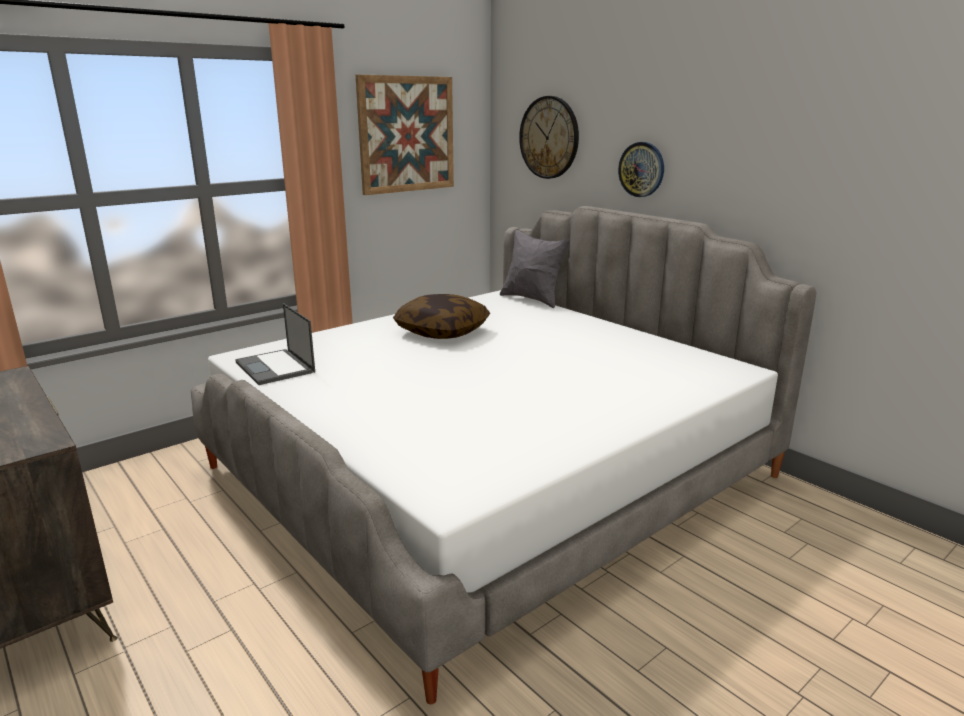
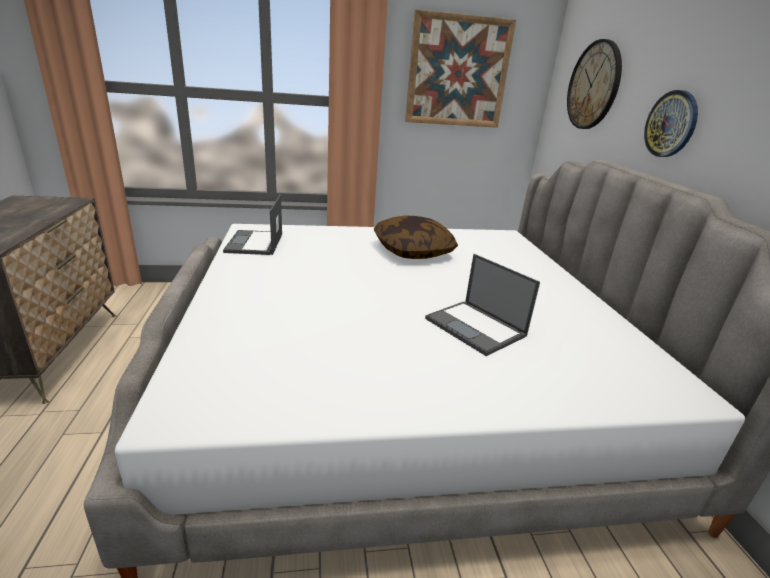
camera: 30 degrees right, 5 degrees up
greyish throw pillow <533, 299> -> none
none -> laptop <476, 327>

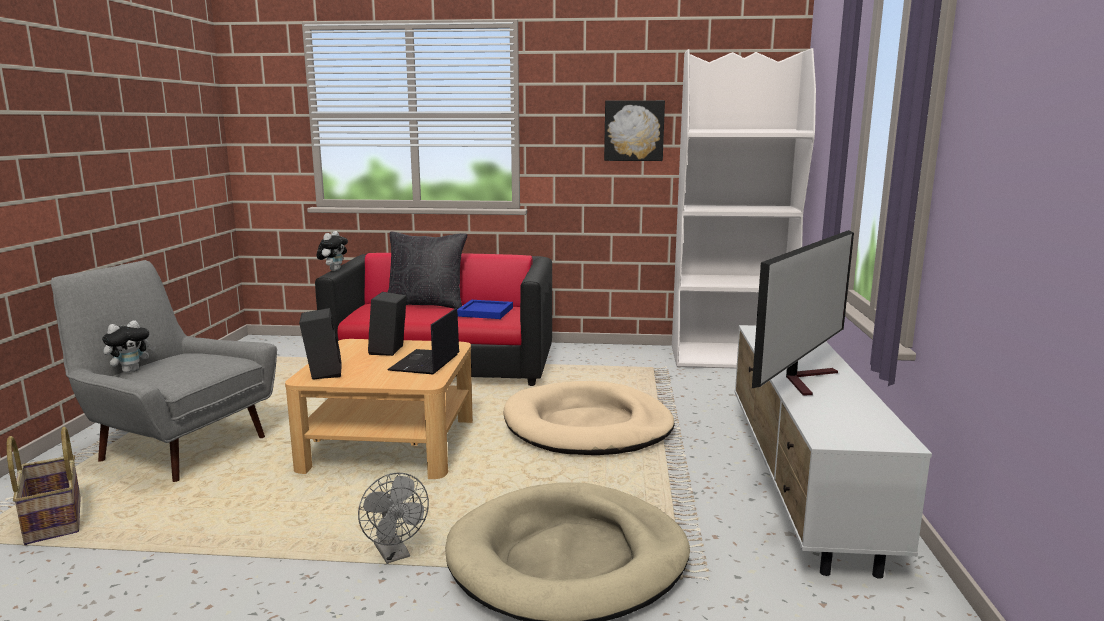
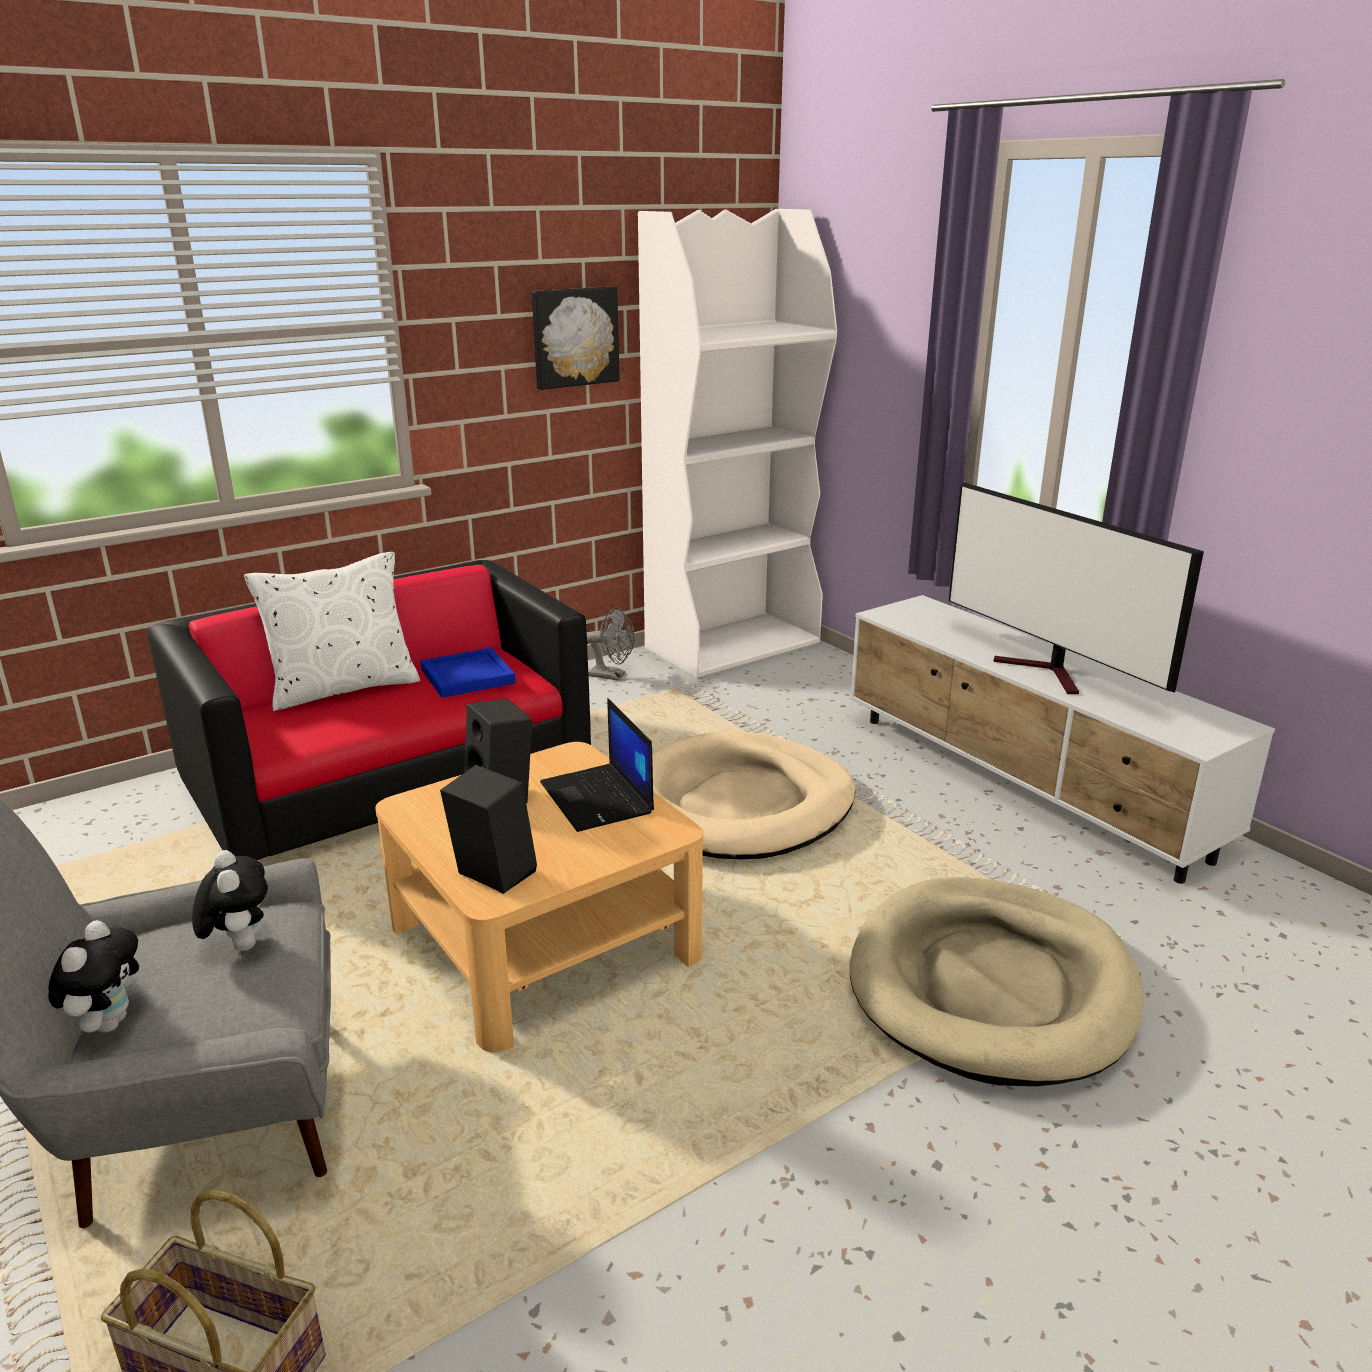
camera: 40 degrees left, 10 degrees up
cuddly toy <334, 270> -> cuddly toy <239, 945>, moved
greyish fan <395, 555> -> greyish fan <612, 676>, moved
black-coloured throw pillow <426, 304> -> white throw pillow <343, 688>
TV set <804, 379> -> TV set <1048, 673>, 150 degrees clockwise

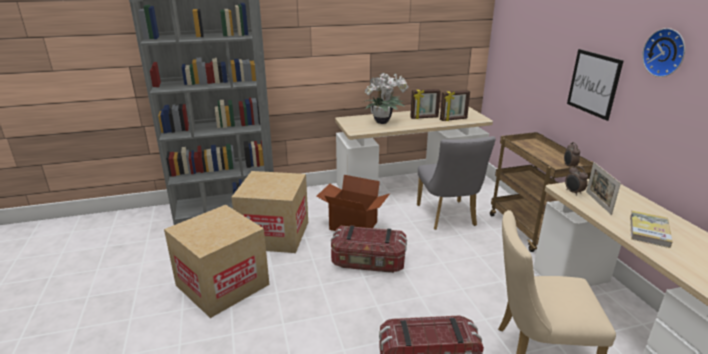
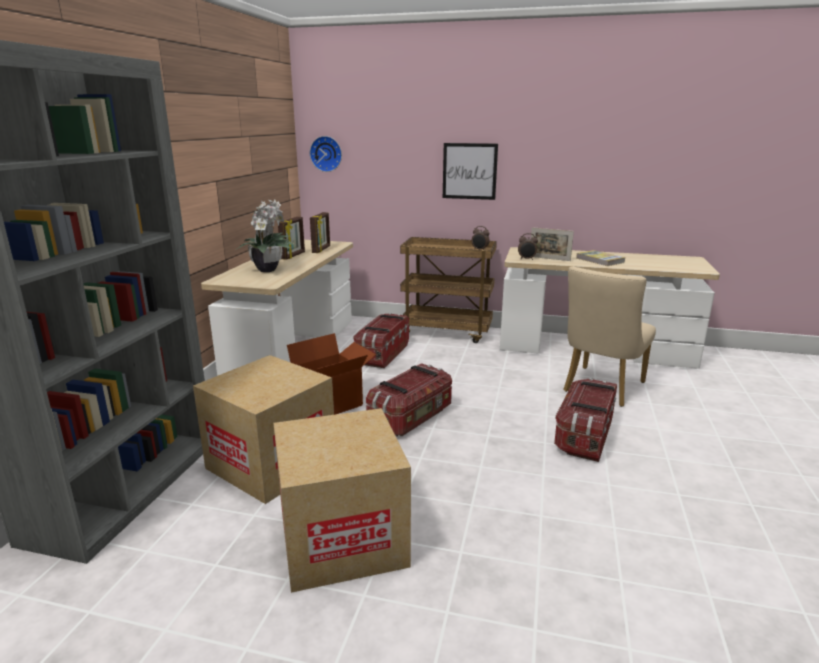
camera: 60 degrees left, 5 degrees down
greyish plain chair <448, 217> -> storage bin <382, 354>
clock on the wall <666, 52> -> clock on the wall <326, 153>, moved

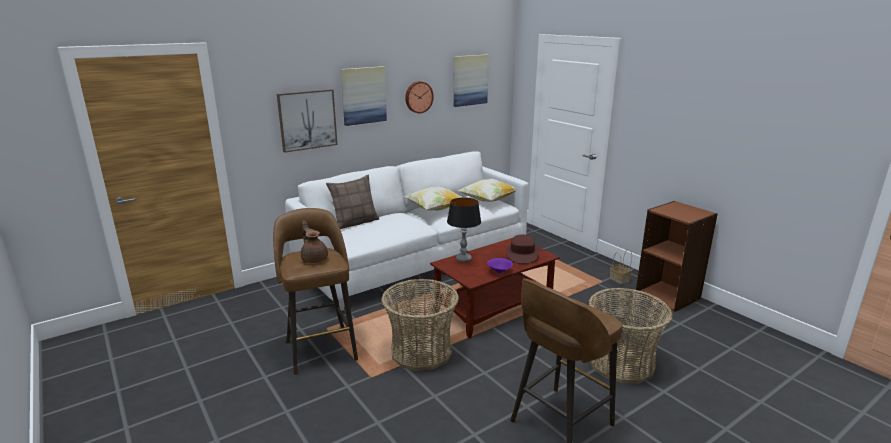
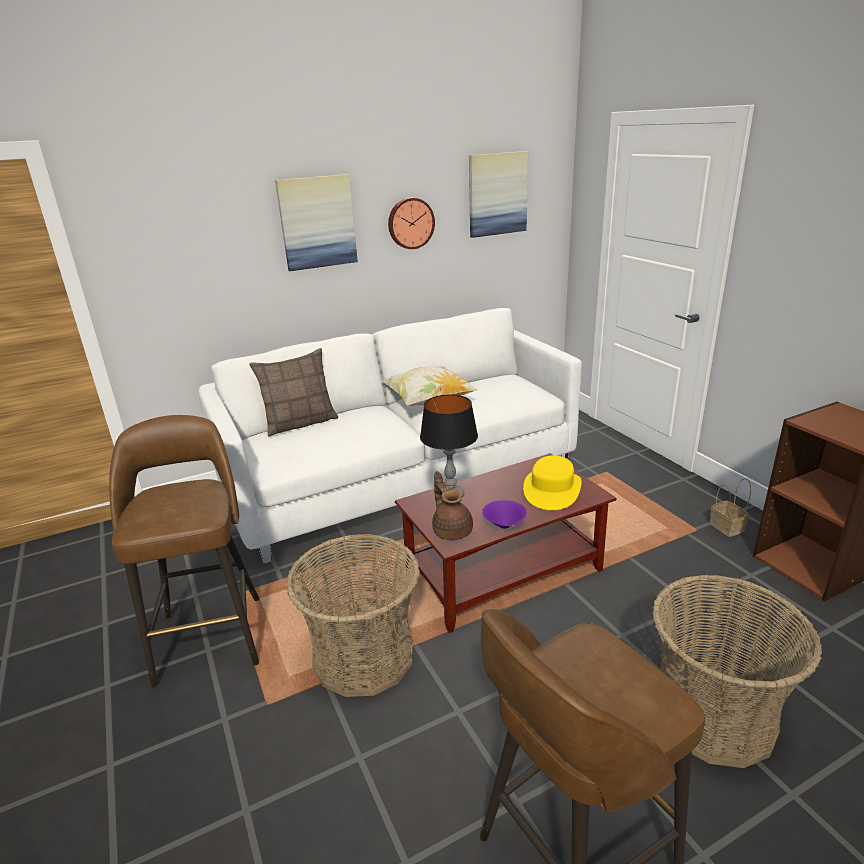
camera: 10 degrees right, 5 degrees up
picture <307, 120> -> none
brown pot for tea <314, 259> -> brown pot for tea <452, 530>, moved
throw pillow <487, 201> -> none
brown hat <522, 254> -> yellow hat <552, 490>

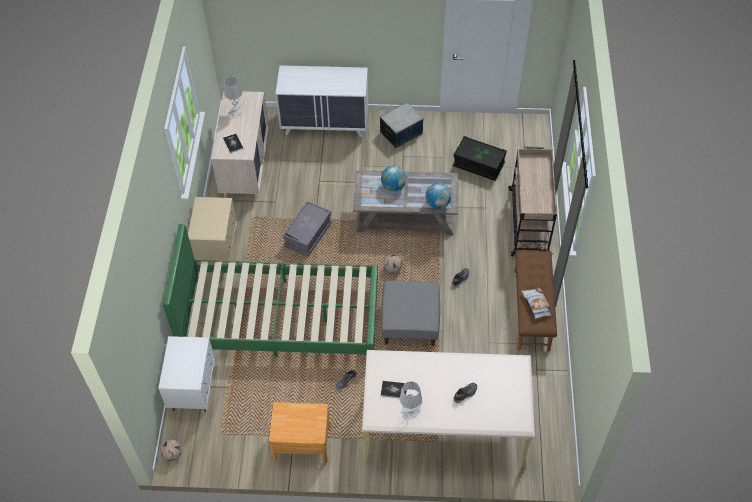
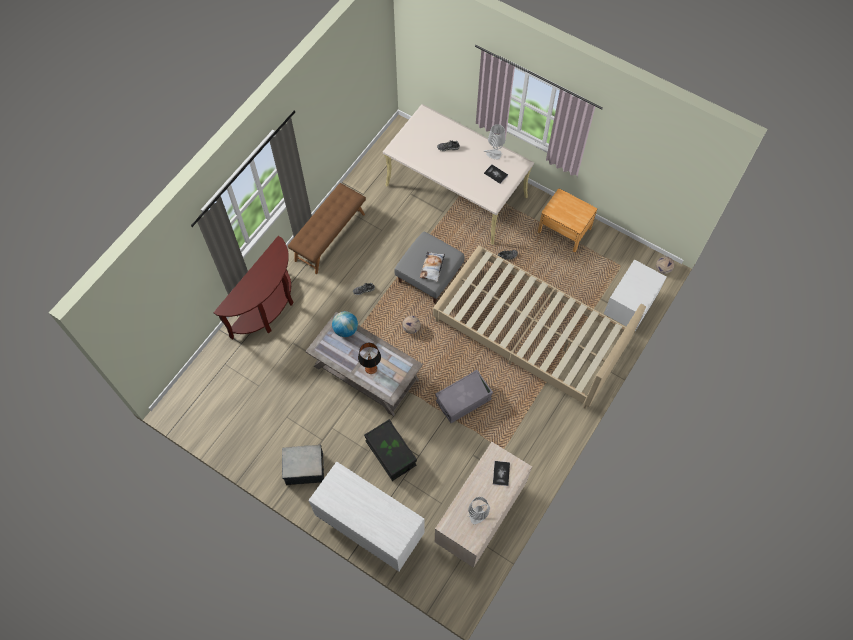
camera: 150 degrees left, 10 degrees up
greenish sleeping bed <280, 318> -> beige-coloured sleeping bed <530, 333>
beige-coloured night table <217, 249> -> none
world globe <393, 186> -> table lamp <371, 368>
black-coloured storage bin <478, 165> -> black-coloured storage bin <391, 453>, moved
beige-coloured wheeled cart <528, 221> -> brown narrow table <268, 310>
throw pillow <536, 304> -> throw pillow <432, 267>, moved

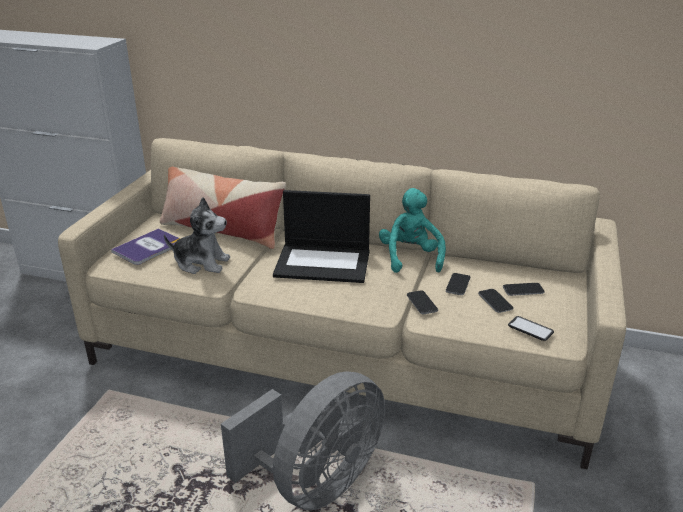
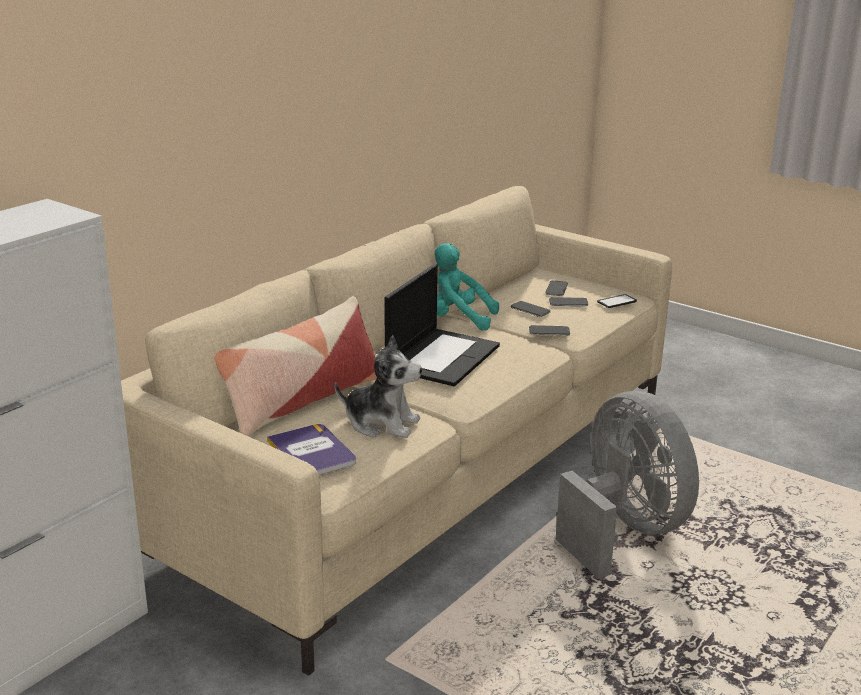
camera: 70 degrees left, 5 degrees down
cuddly toy <201, 263> -> cuddly toy <382, 423>, 75 degrees clockwise

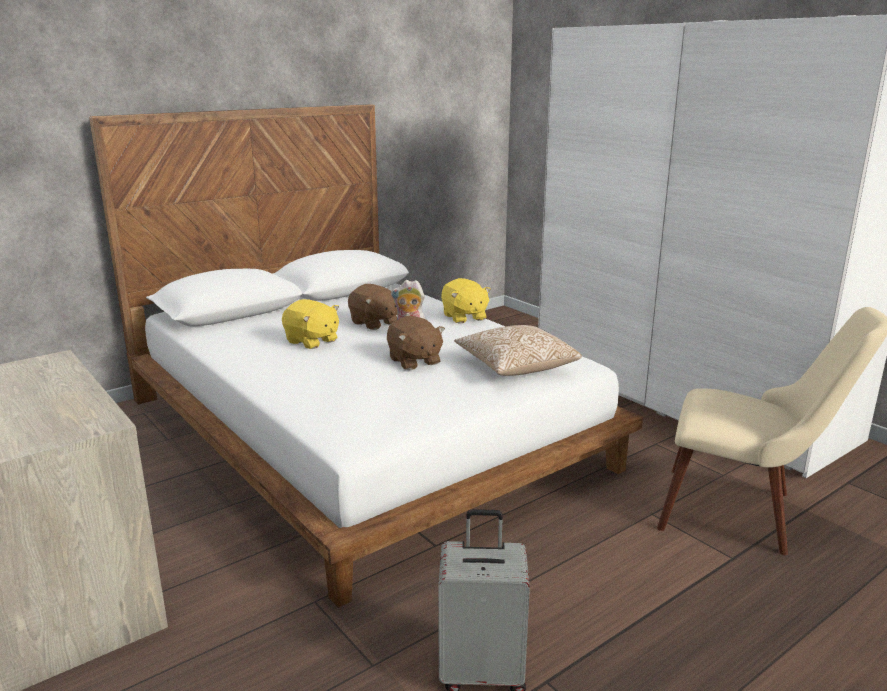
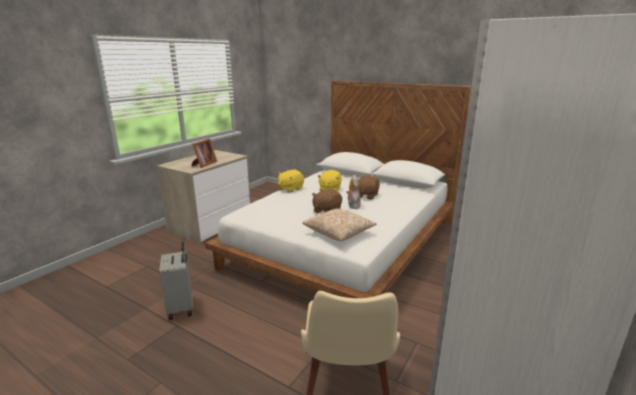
camera: 70 degrees right, 0 degrees up
yellow cuddly toy <464, 317> -> yellow cuddly toy <290, 188>, moved
none -> photo frame <204, 164>

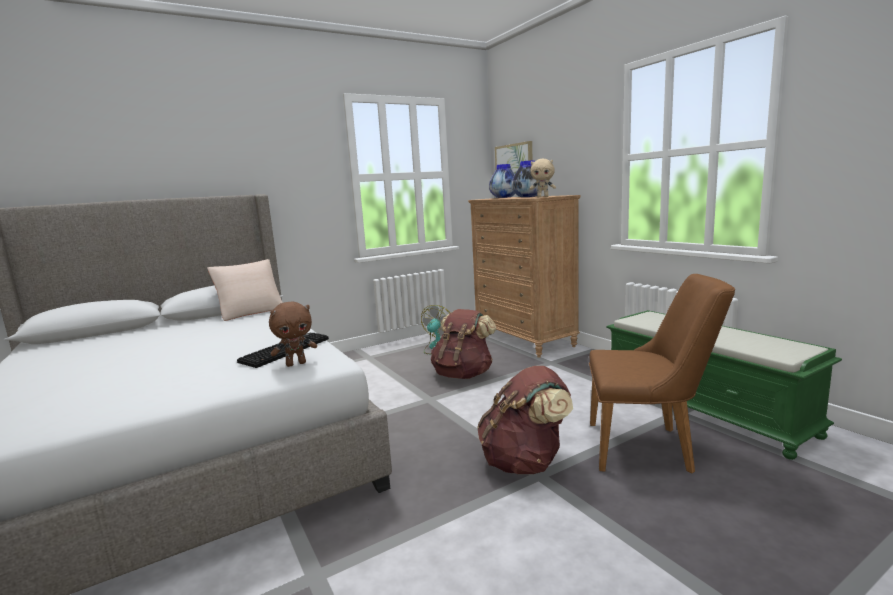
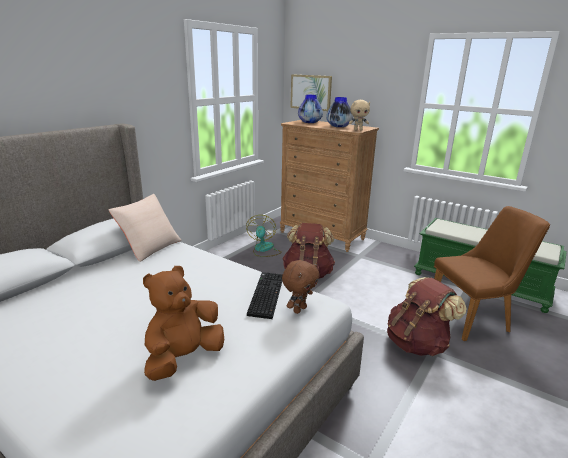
camera: 25 degrees left, 10 degrees up
none -> brown cuddly toy <184, 358>

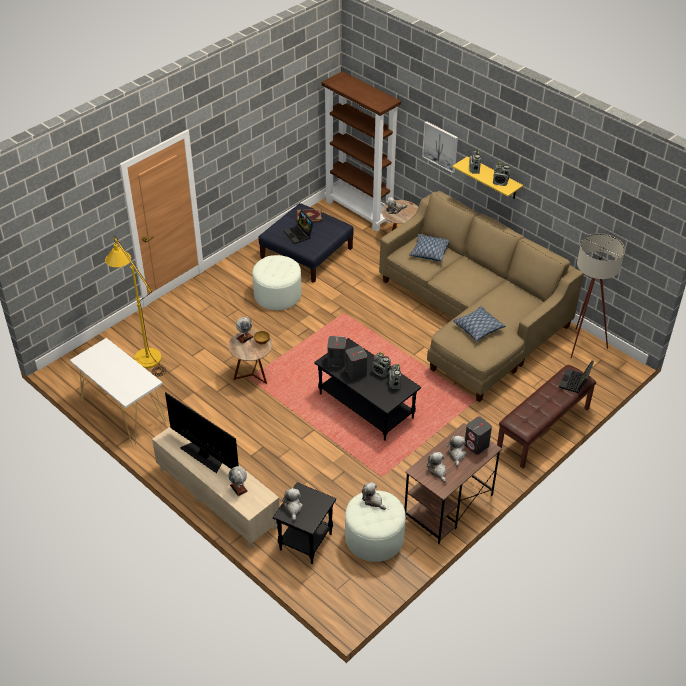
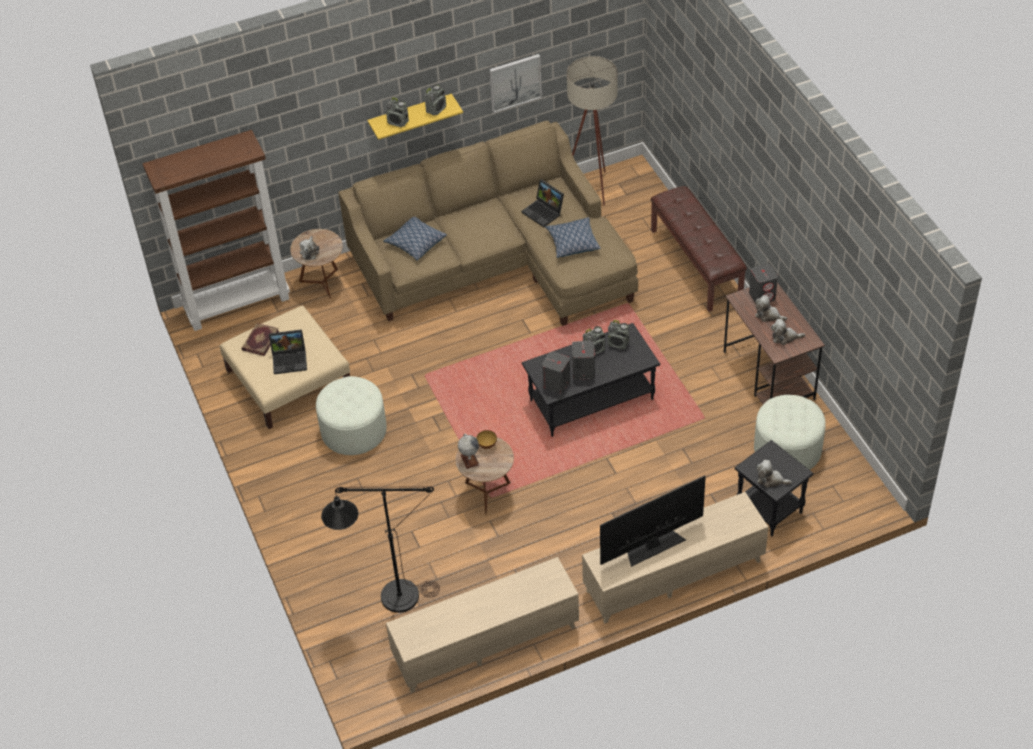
camera: 65 degrees left, 5 degrees up
white narrow table <123, 411> -> beige-coloured tv unit <485, 643>
yellow standard lamp <144, 354> -> black-coloured standard lamp <388, 599>
world globe <239, 488> -> none
bluish footrest <307, 253> -> beige-coloured footrest <289, 379>
cuddly toy <373, 500> -> none
picture <440, 146> -> picture <515, 82>, moved
laptop <575, 382> -> laptop <544, 212>, moved

